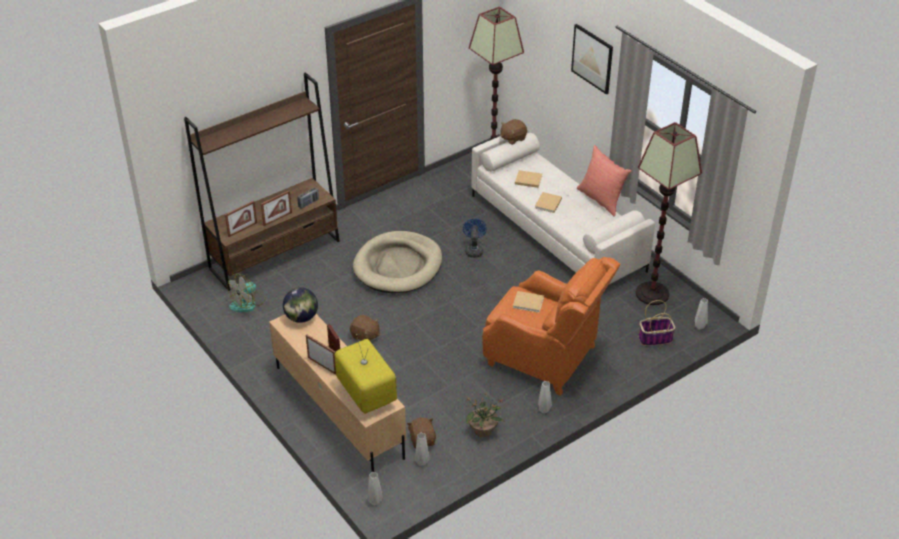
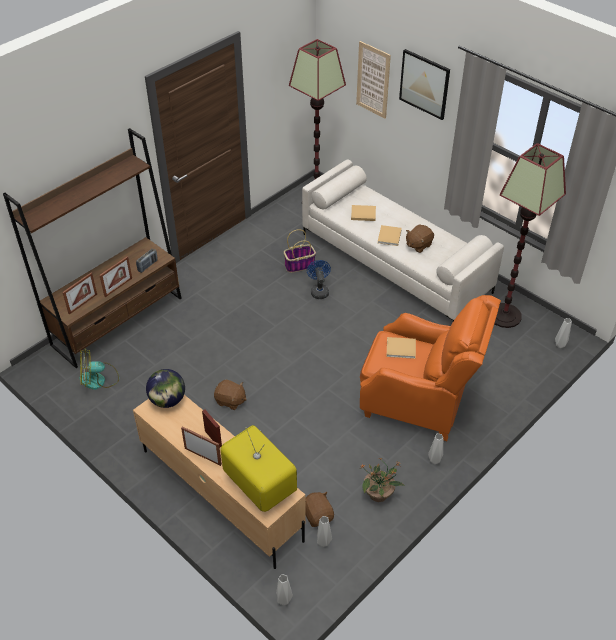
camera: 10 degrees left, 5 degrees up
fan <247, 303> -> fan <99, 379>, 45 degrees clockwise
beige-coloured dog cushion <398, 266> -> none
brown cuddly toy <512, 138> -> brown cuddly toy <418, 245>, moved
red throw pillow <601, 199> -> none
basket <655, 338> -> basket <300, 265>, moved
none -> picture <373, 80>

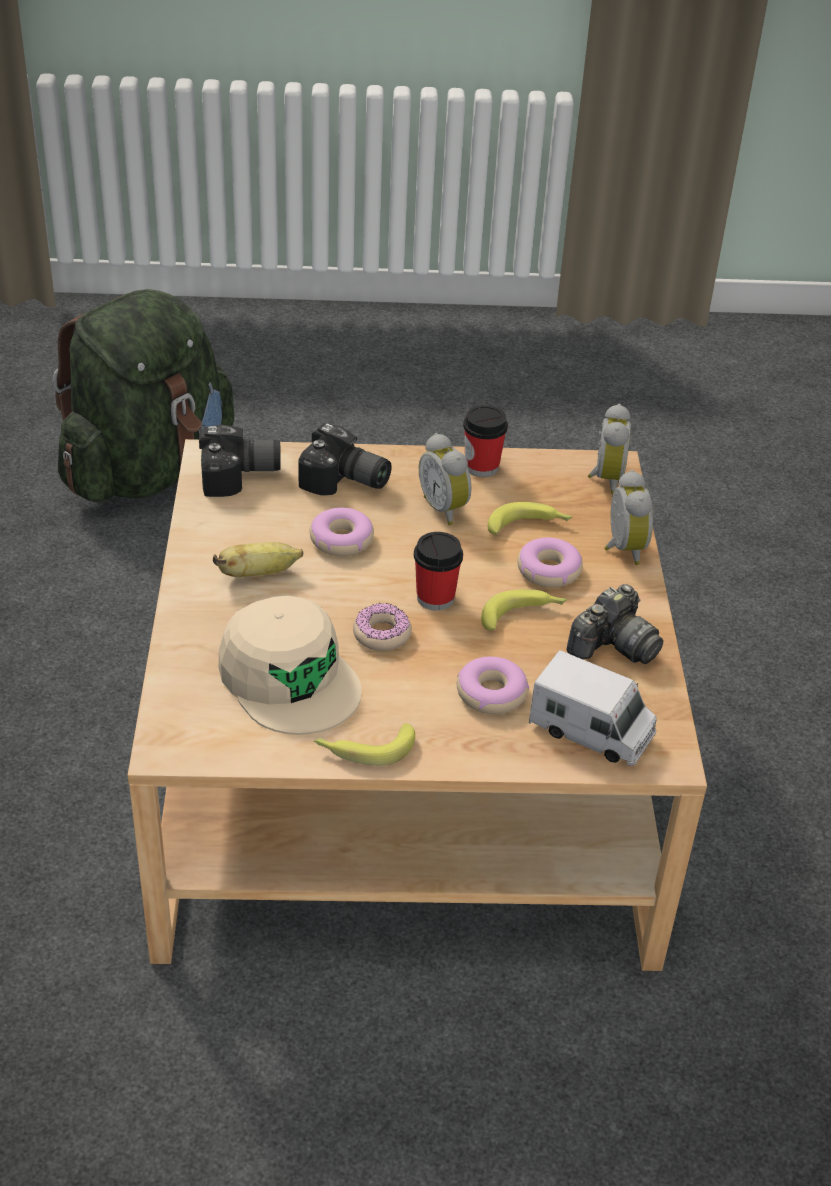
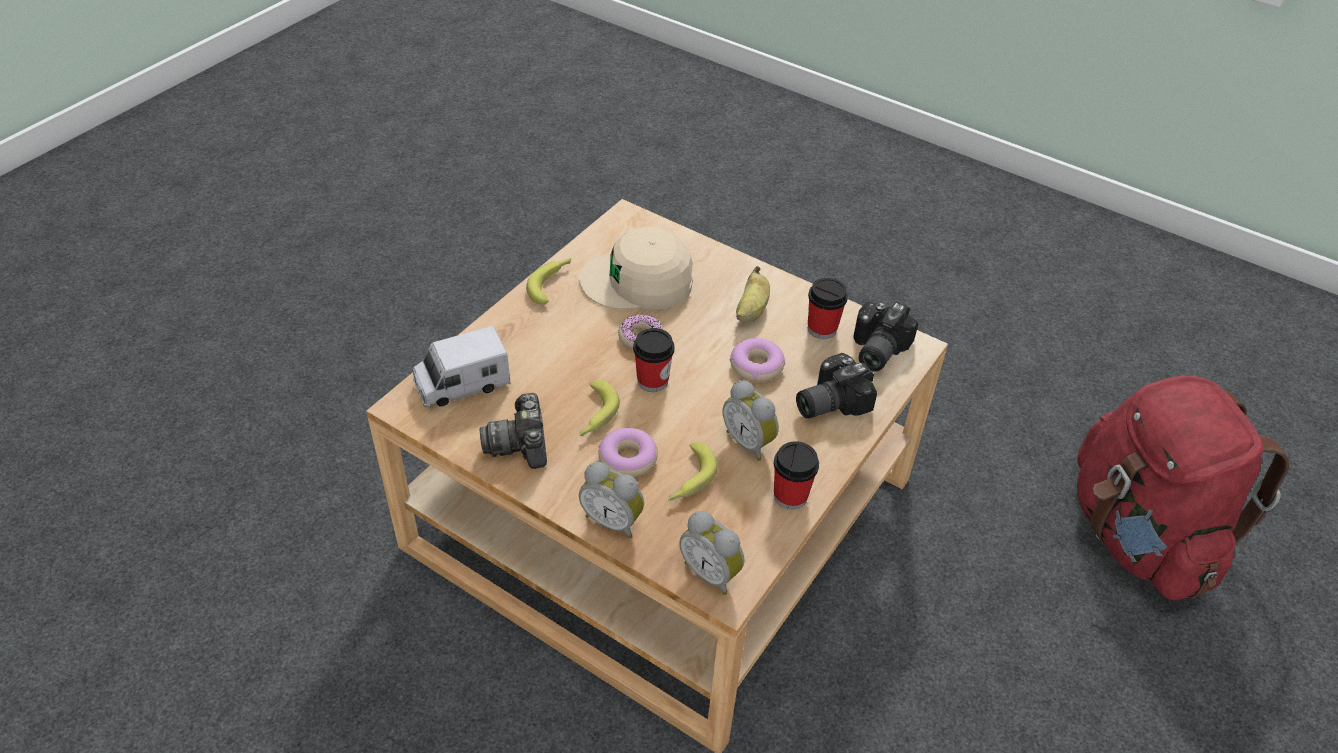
camera: 125 degrees right, 5 degrees up
greenish backpack <148, 471> -> red backpack <1139, 536>
bedside clock <446, 509> -> bedside clock <750, 442>, 135 degrees counterclockwise
ring doughnut <491, 693> -> none
none -> small cup <822, 329>

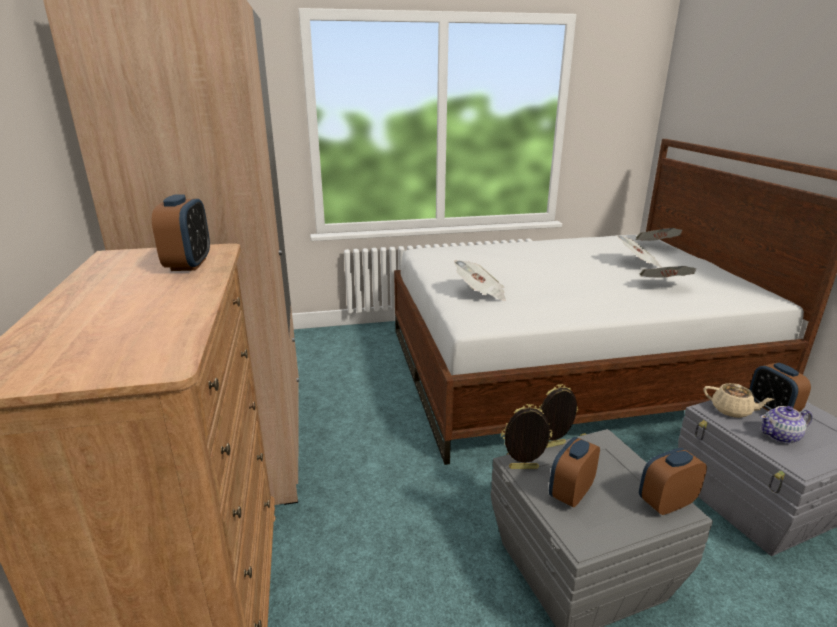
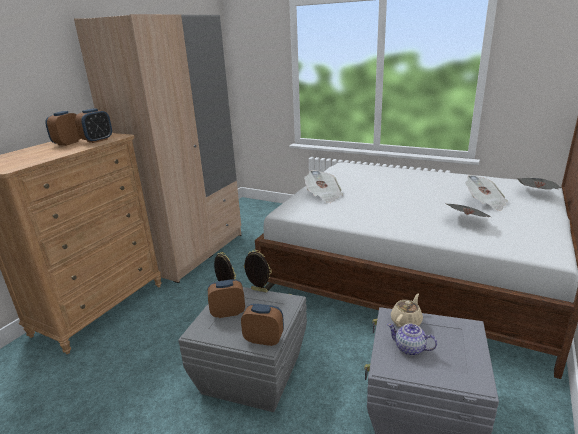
camera: 40 degrees right, 0 degrees up
beige-coloured pot for tea <732, 410> -> beige-coloured pot for tea <406, 321>, 120 degrees counterclockwise
bedside clock <772, 408> -> bedside clock <68, 143>, moved

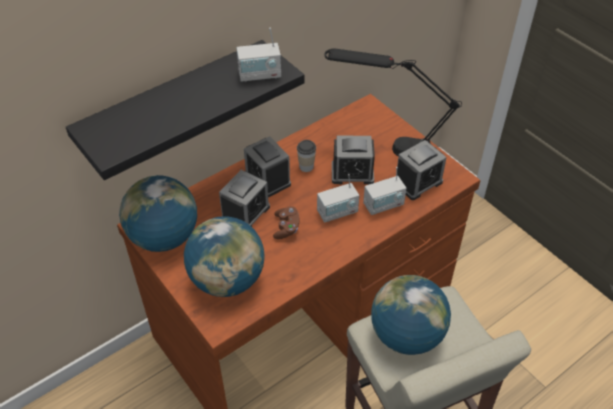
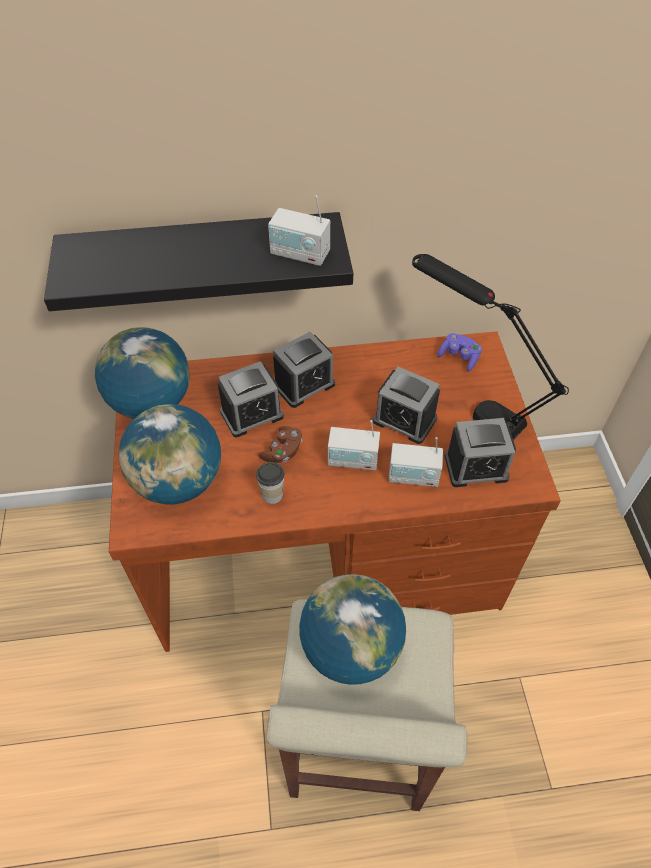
camera: 30 degrees right, 5 degrees up
bedside clock <267, 179> -> bedside clock <304, 385>, 120 degrees counterclockwise
small cup <306, 166> -> small cup <272, 495>, moved
none -> purple joypad <459, 357>

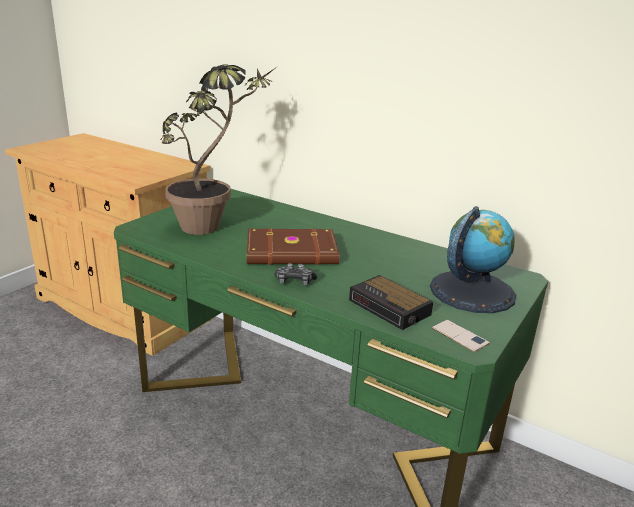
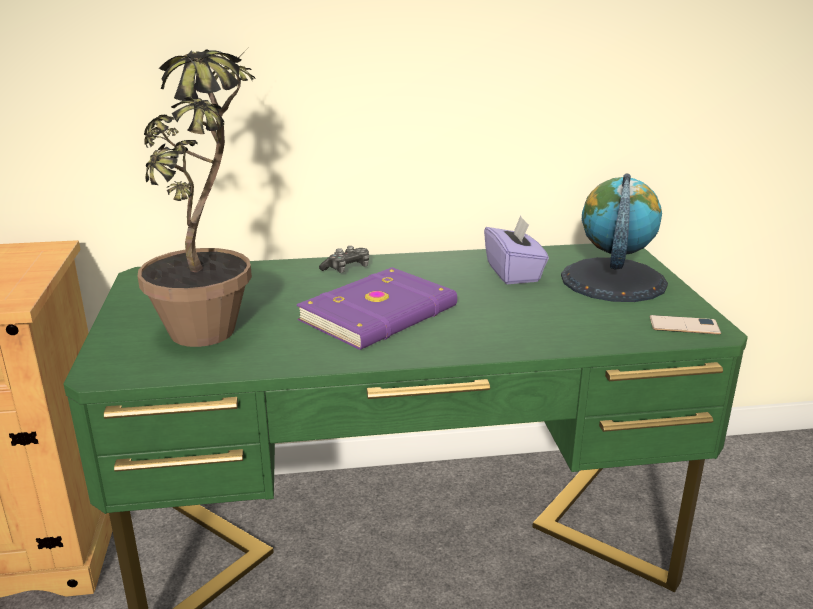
camera: 40 degrees left, 0 degrees up
brown book <292, 252> -> purple book <381, 314>
joypad <294, 282> -> joypad <347, 268>, moved
bedside clock <390, 308> -> none
none -> purple tissue holder <514, 273>

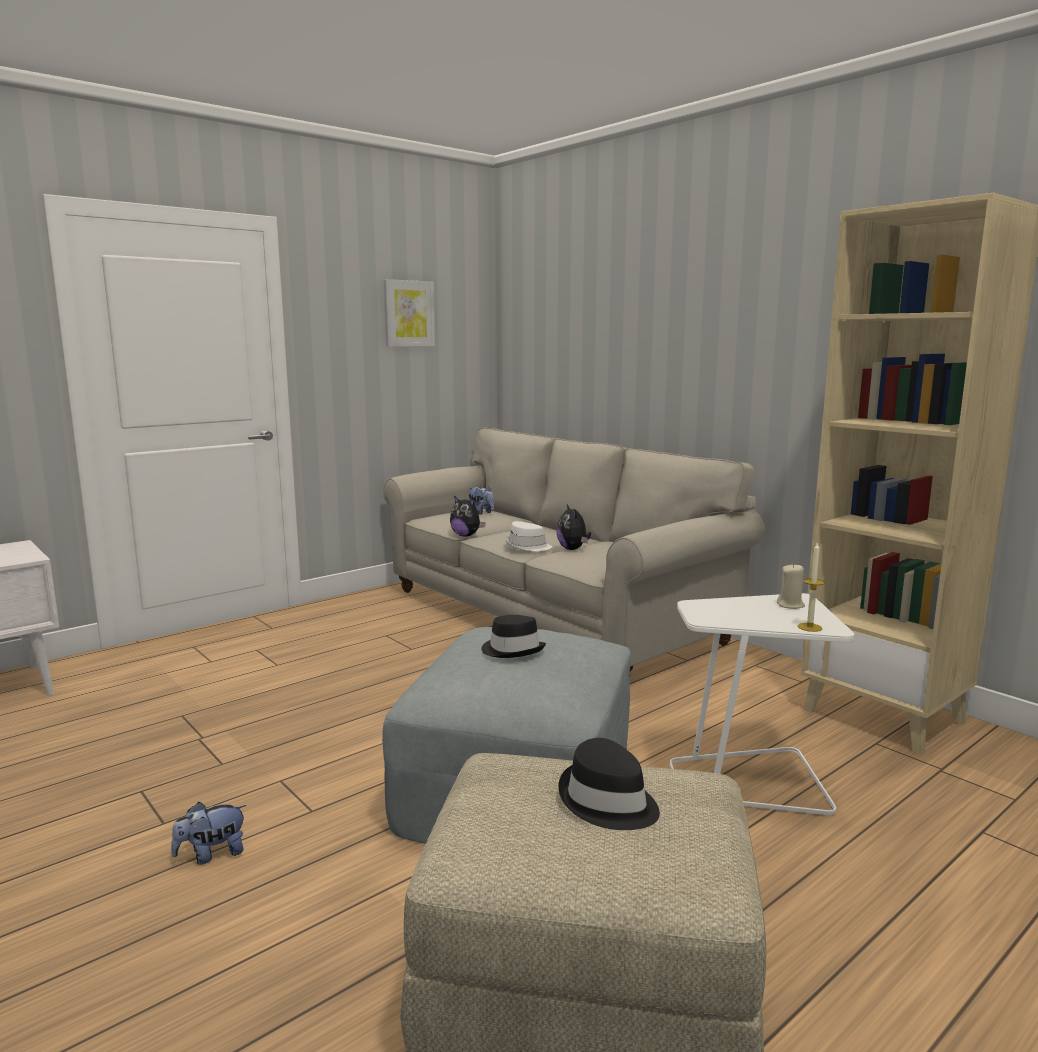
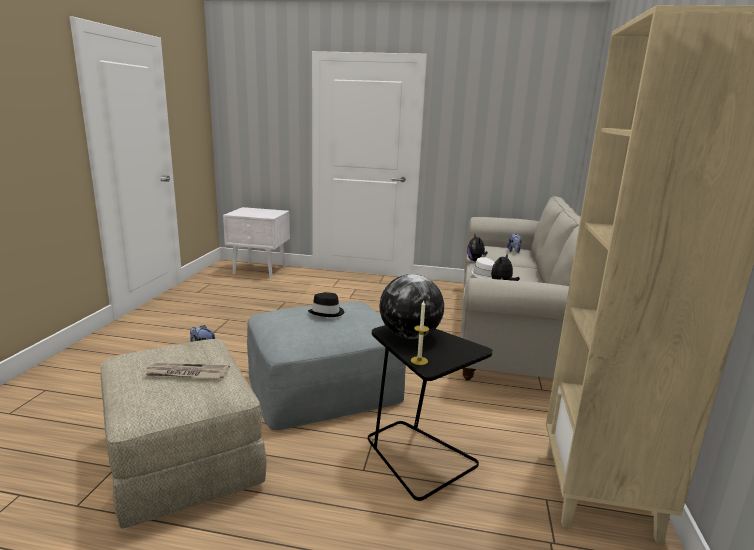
camera: 50 degrees right, 5 degrees up
picture <408, 313> -> none
black-coloured hat <607, 802> -> newspaper <186, 373>
white side table <749, 781> -> black-coloured side table <417, 456>
beige-coloured wax candle <790, 605> -> none
none -> world globe <410, 335>

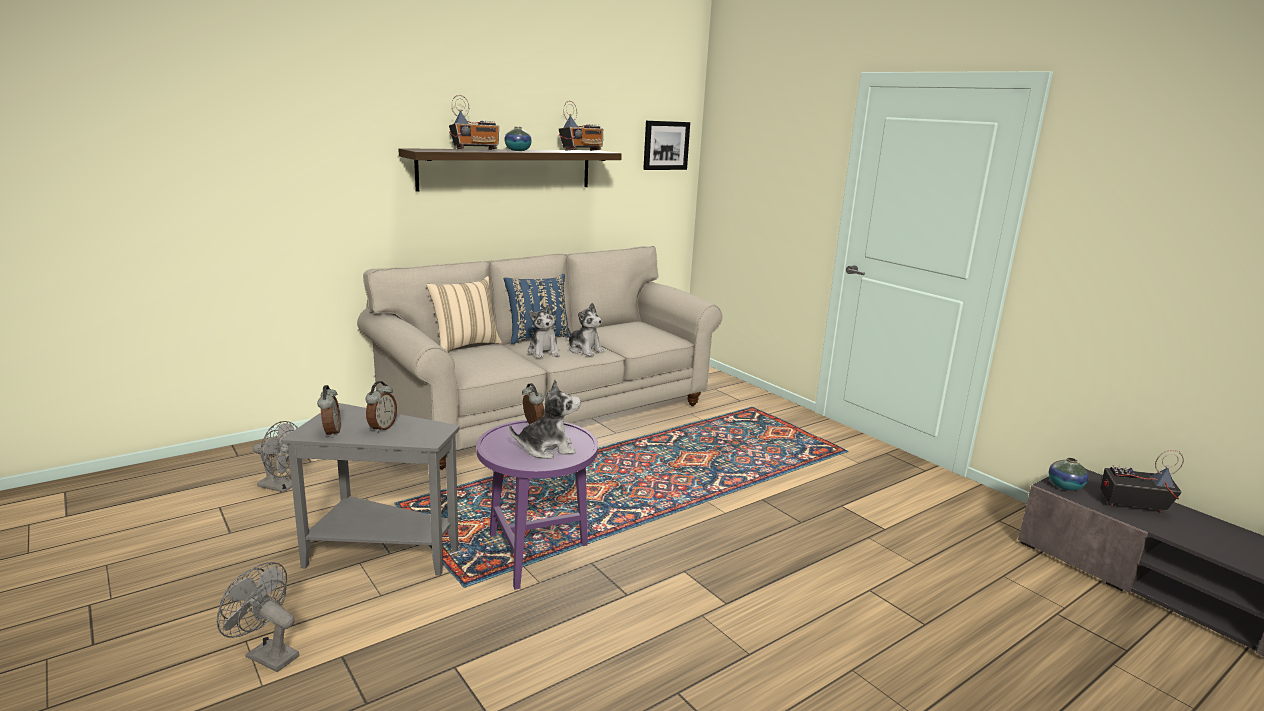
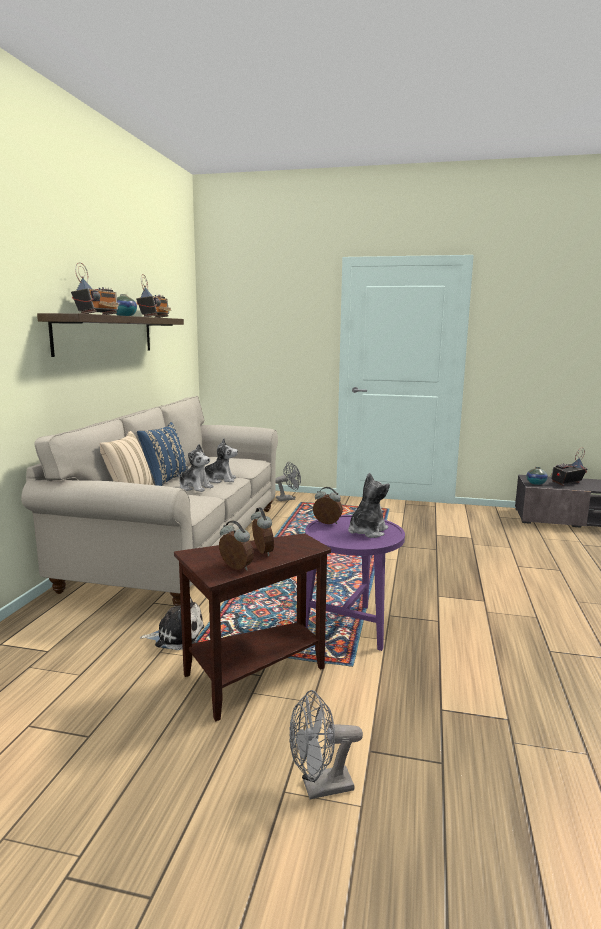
camera: 40 degrees left, 5 degrees down
greyish fan <282, 487> -> greyish fan <288, 499>, moved
greyish side table <379, 552> -> brown side table <252, 679>
picture <665, 145> -> none
none -> cuddly toy <176, 636>

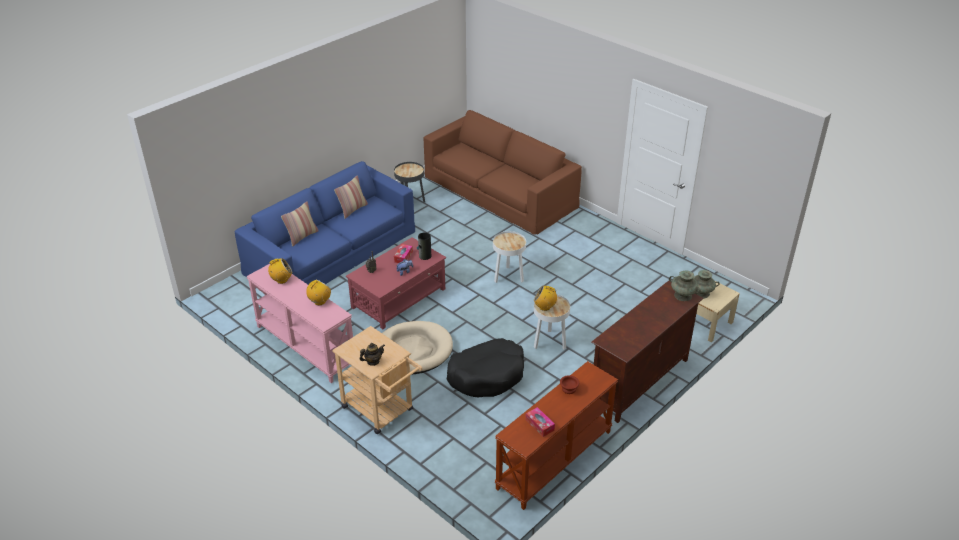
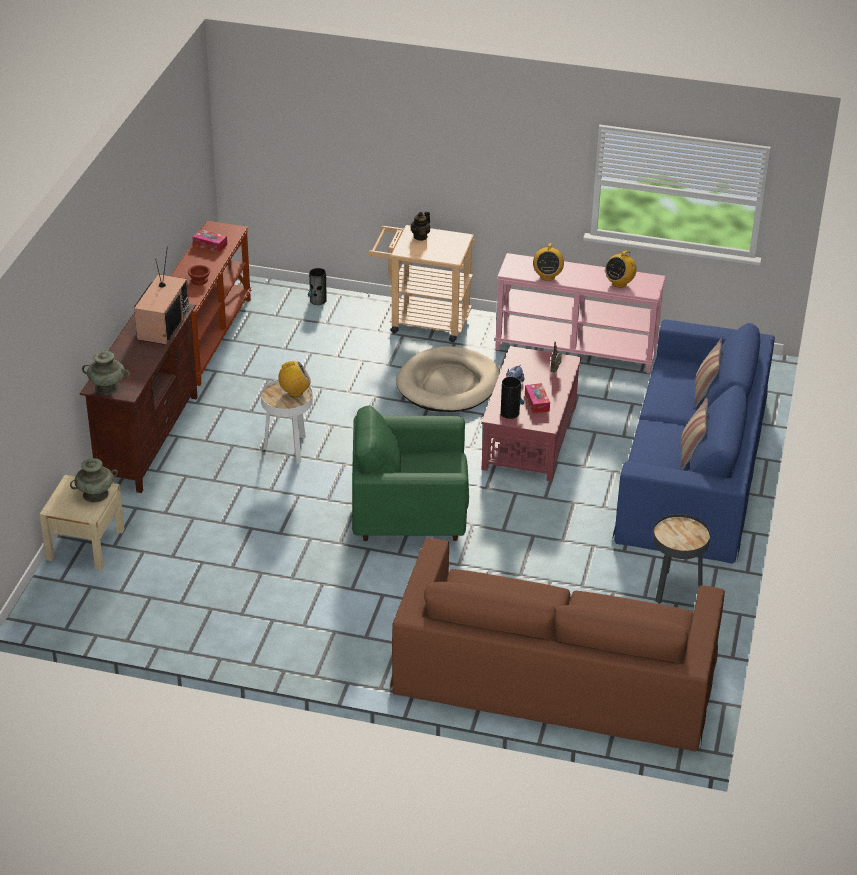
camera: 150 degrees right, 0 degrees up
black-coloured dog cushion <487, 375> -> none
white side table <508, 277> -> greenish armchair <409, 517>
none -> TV set <162, 324>
none -> decorative vase <318, 300>

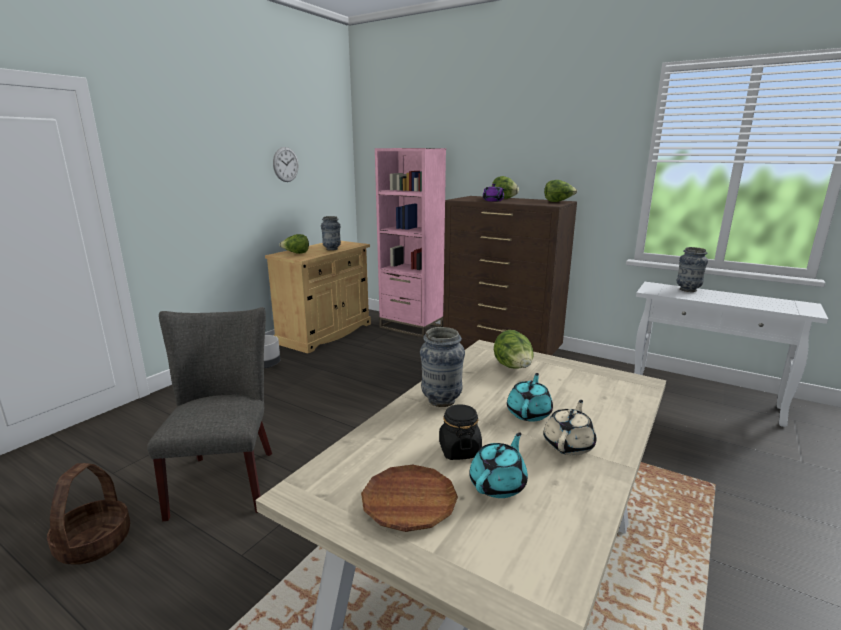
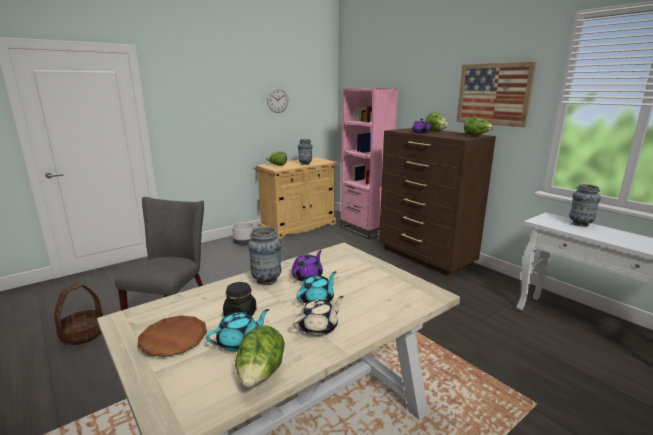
camera: 20 degrees right, 0 degrees up
lettuce head <513, 368> -> lettuce head <261, 375>, moved
none -> purple pot for tea <308, 276>
none -> picture <493, 94>

